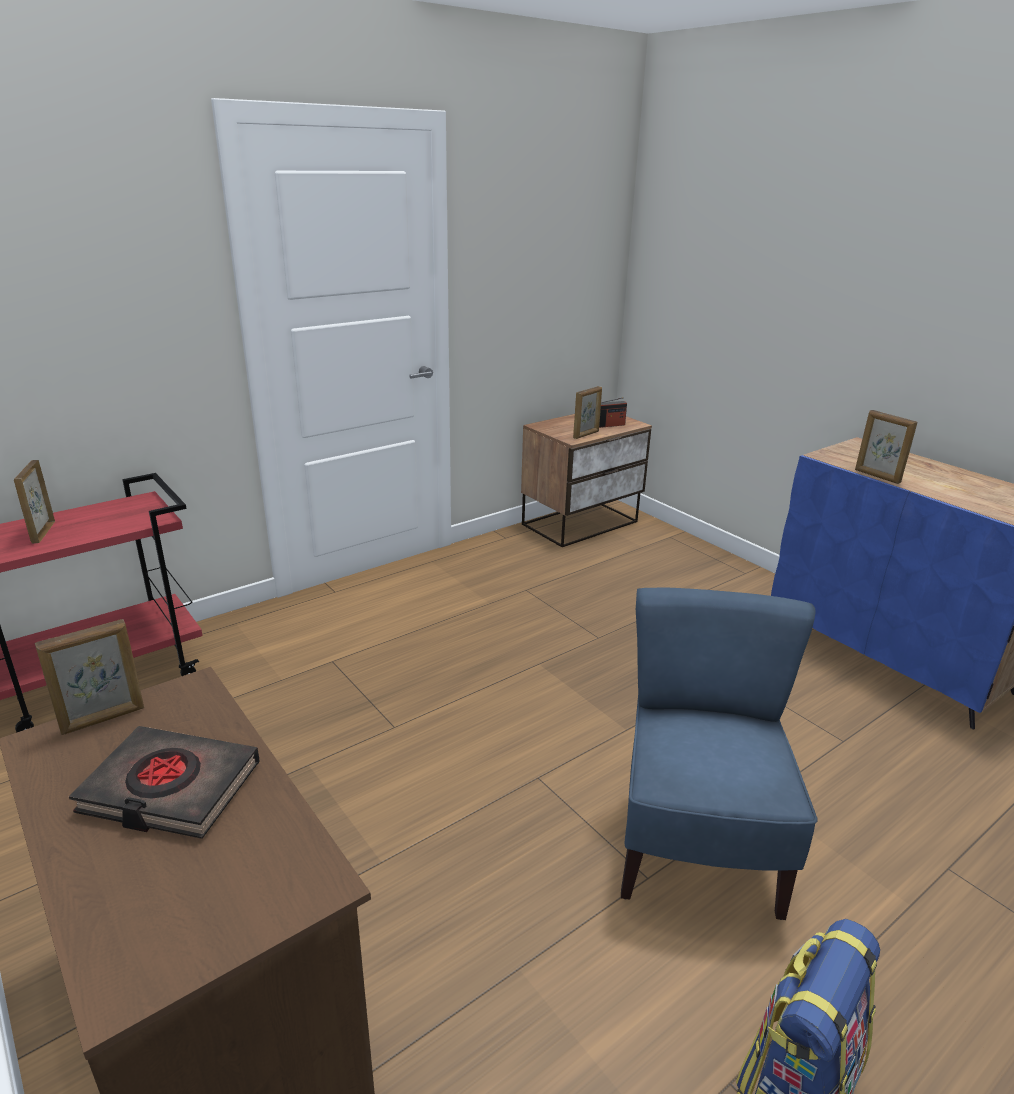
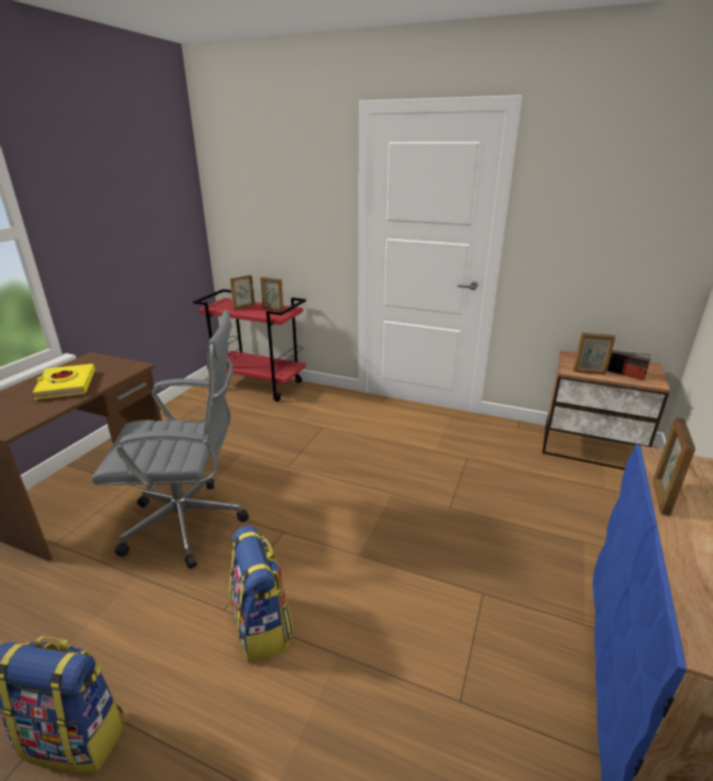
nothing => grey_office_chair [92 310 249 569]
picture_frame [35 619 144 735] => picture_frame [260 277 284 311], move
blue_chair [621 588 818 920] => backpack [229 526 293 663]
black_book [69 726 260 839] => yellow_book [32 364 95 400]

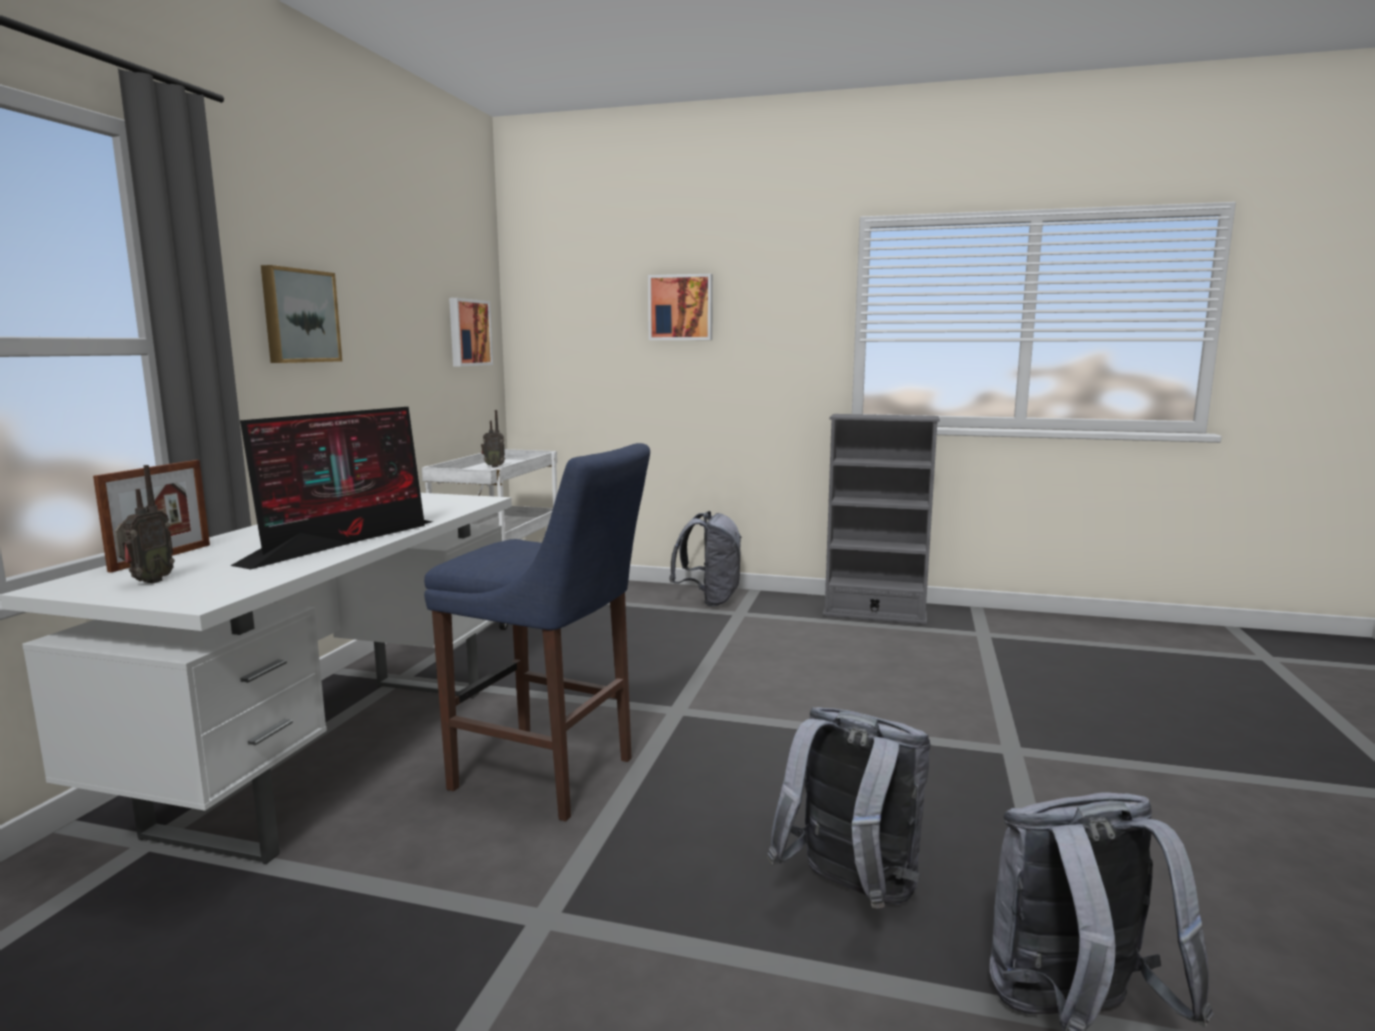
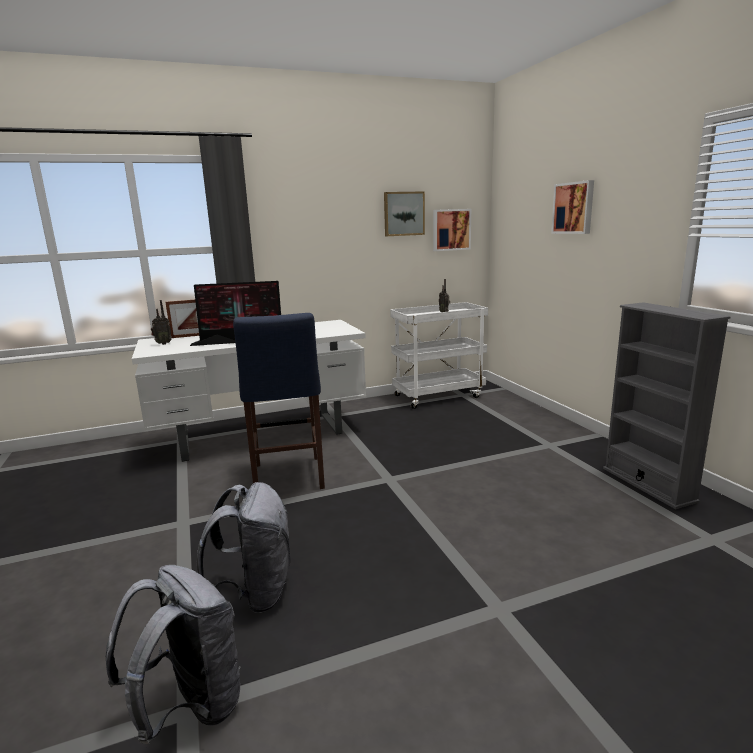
grey_backpack [669 511 742 606] => nothing
picture [261 265 342 363] => picture [384 191 425 236], move

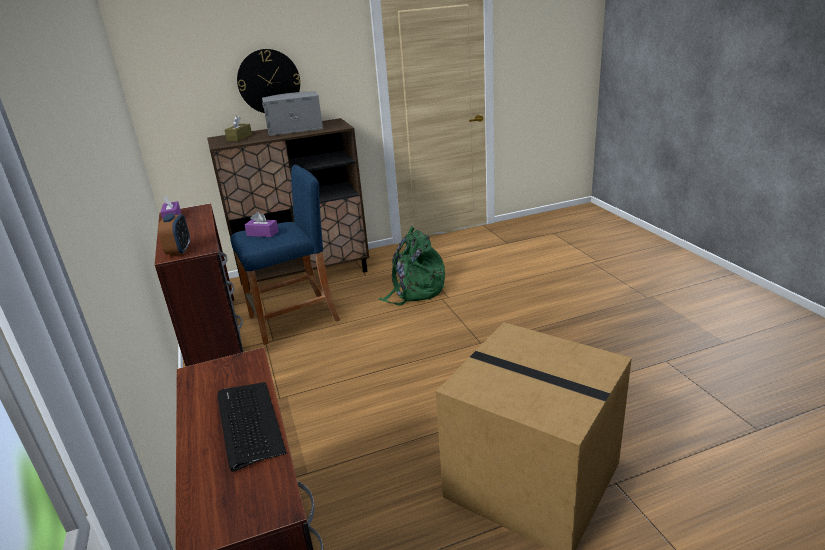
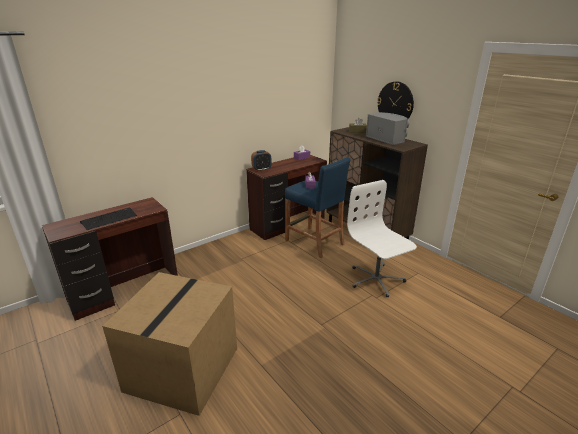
green_backpack [378 226 445 306] => white_office_chair [347 180 417 297]

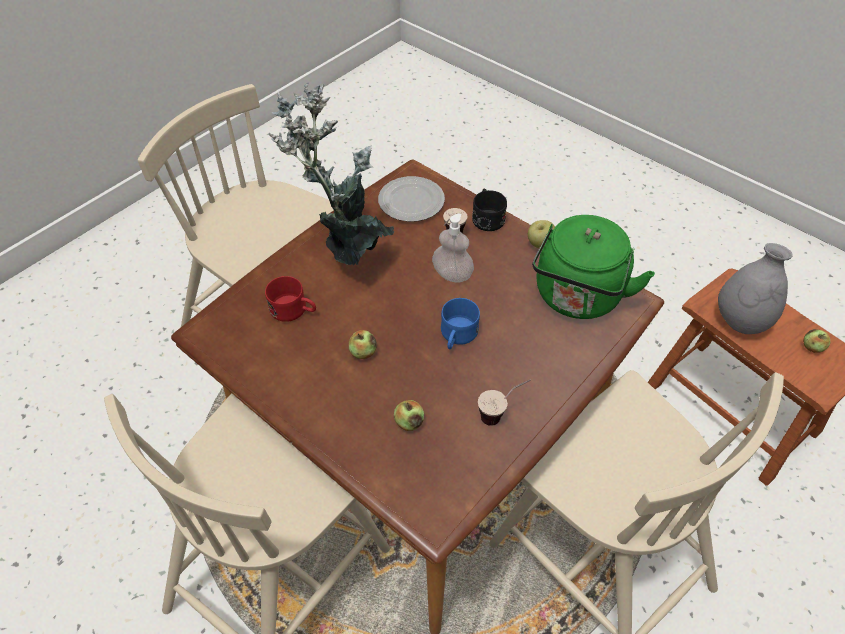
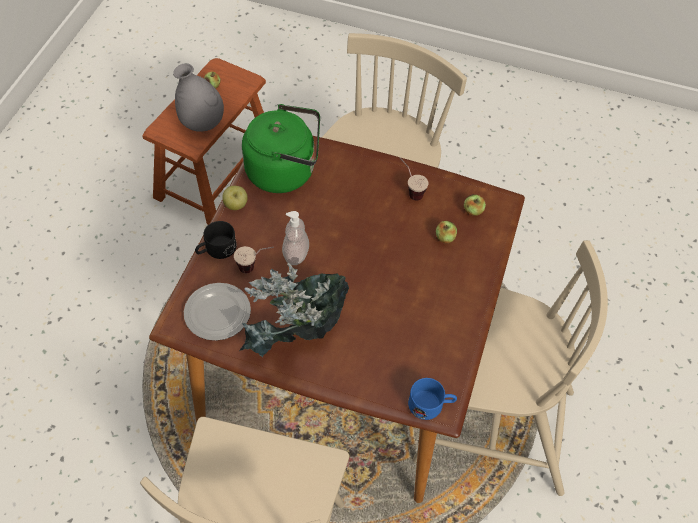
red_mug [265 276 316 322] => nothing
apple [349 330 377 359] => apple [464 194 486 216], move
blue_mug [441 298 480 349] => blue_mug [408 378 457 420], move

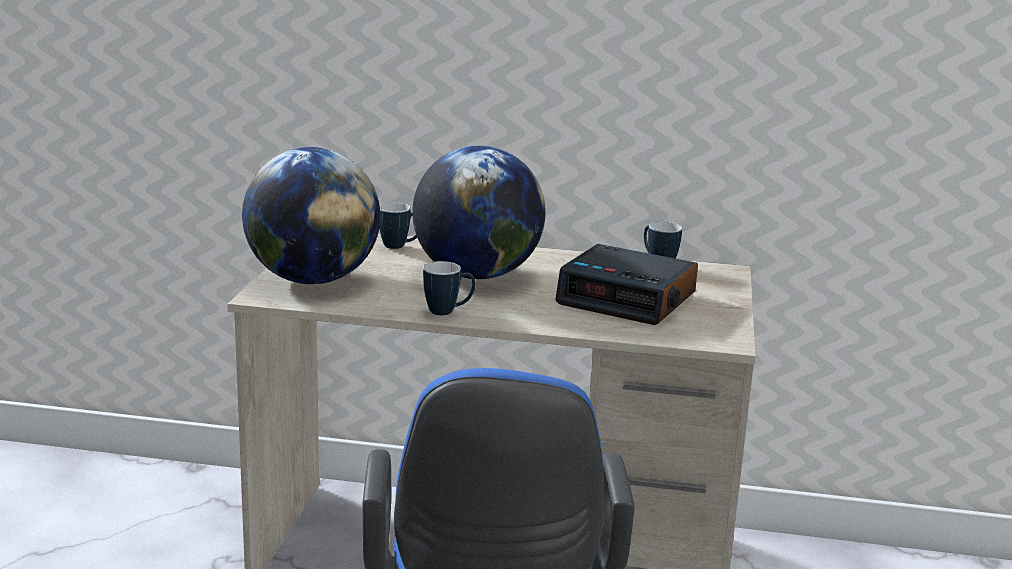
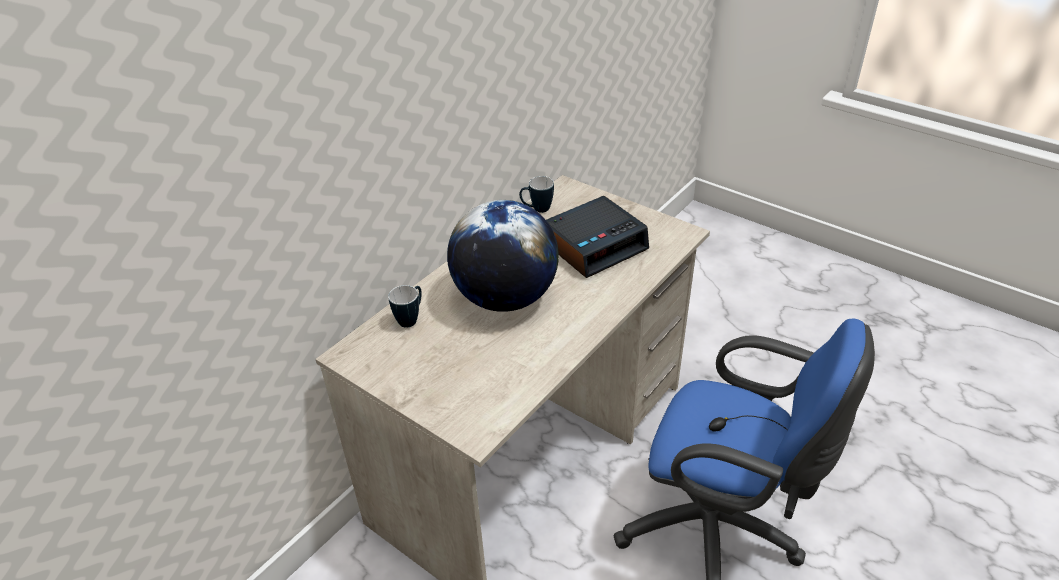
globe [242 147 380 284] => nothing
mug [423 261 476 315] => nothing

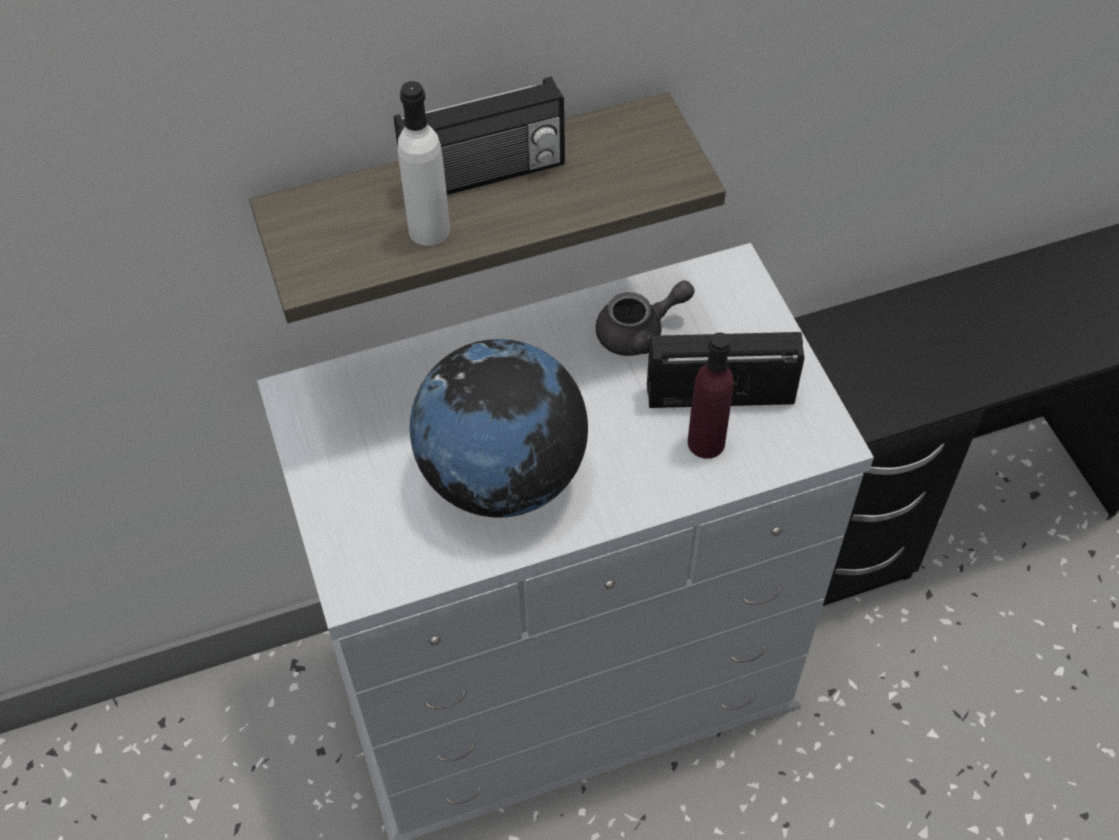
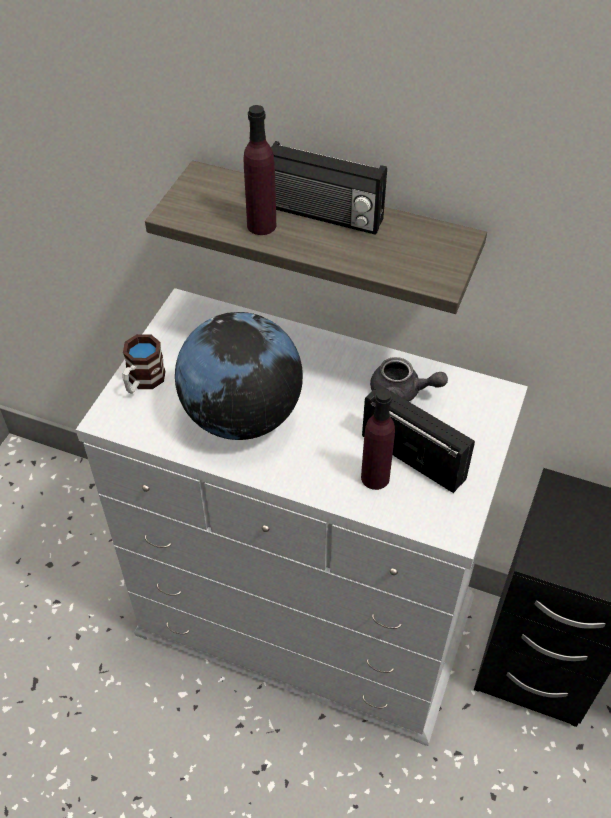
nothing => mug [123 334 166 394]
white_bottle [398 81 450 246] => purple_bottle [243 105 276 235]

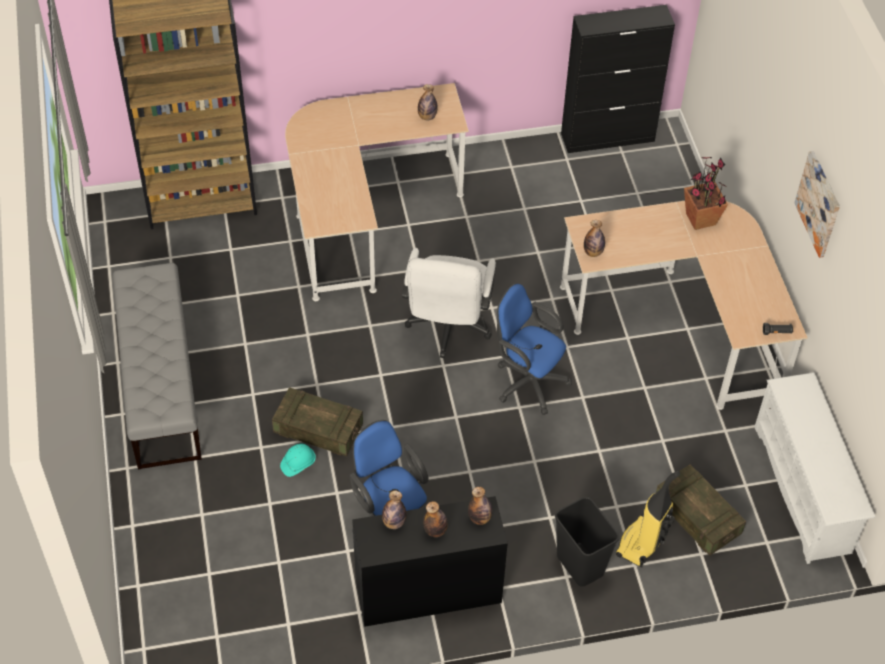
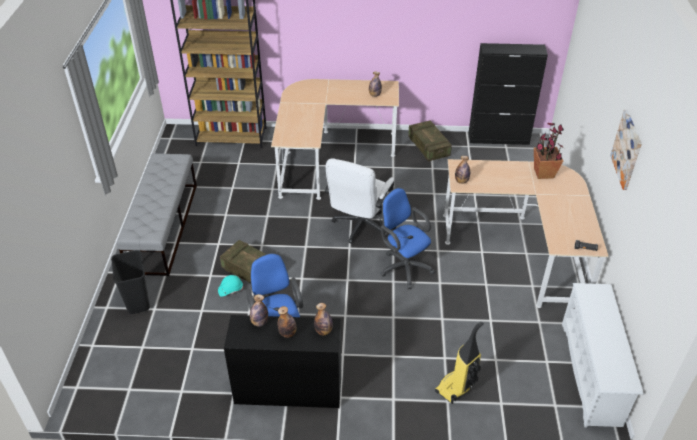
black_trash_can [555 497 619 586] => black_trash_can [111 250 150 314], move
crate [656 464 746 556] => crate [408 120 452 161], move

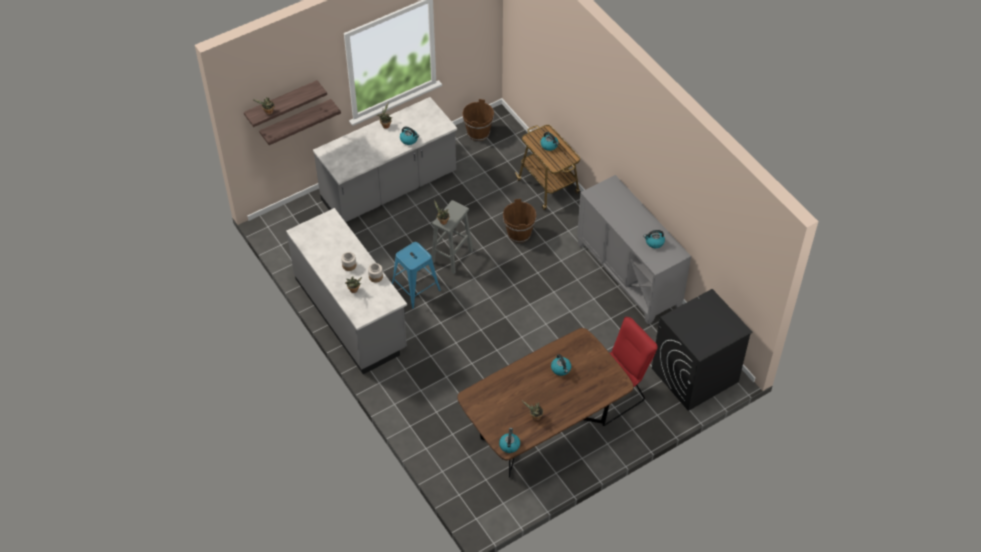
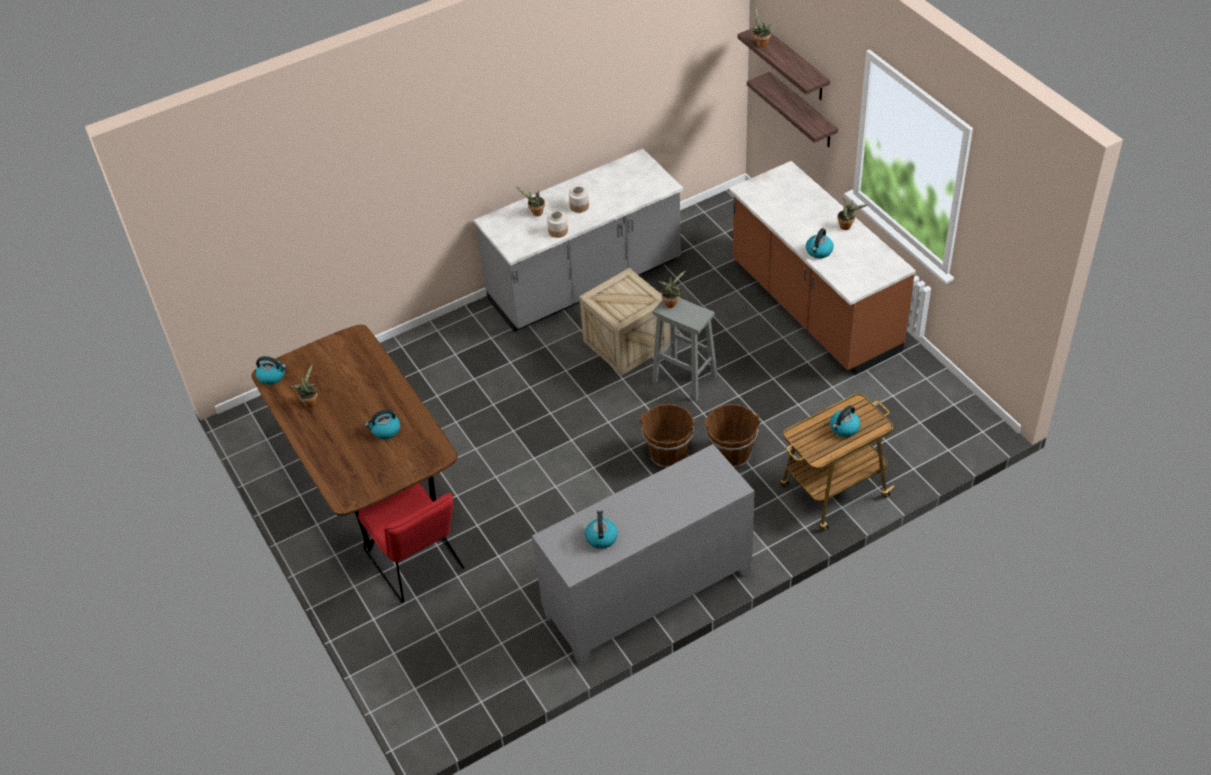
black_washing_machine [652 289 753 411] => nothing
brown_bucket [462 99 494 141] => brown_bucket [640 404 695 468], move
blue_stool [392 242 441 309] => crate [579 268 671 375]
grey_counter [313 97 457 222] => brown_counter [729 161 916 375]

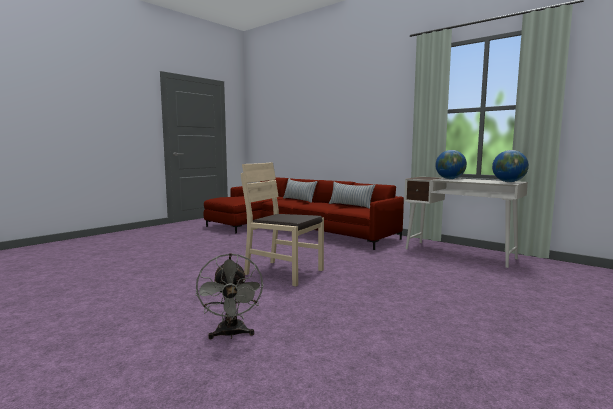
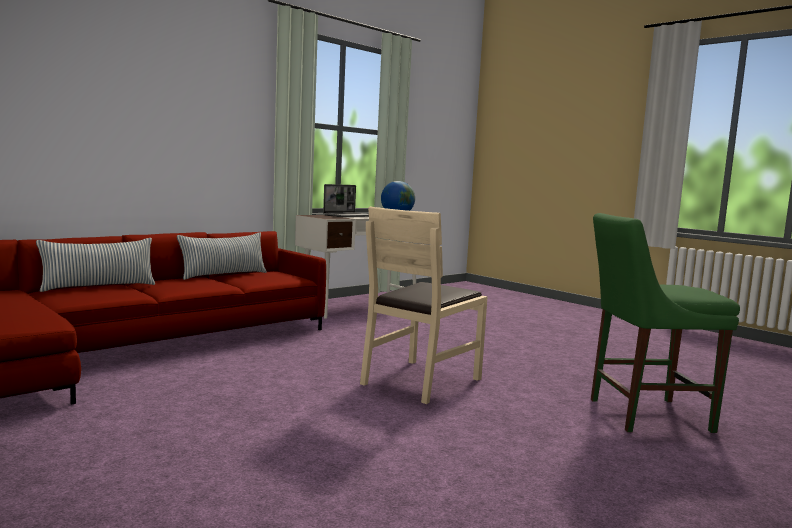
grey_fan [195 253 264 339] => green_chair [591 213 740 433]
globe [435 150 467 179] => laptop [323 184 369 217]

